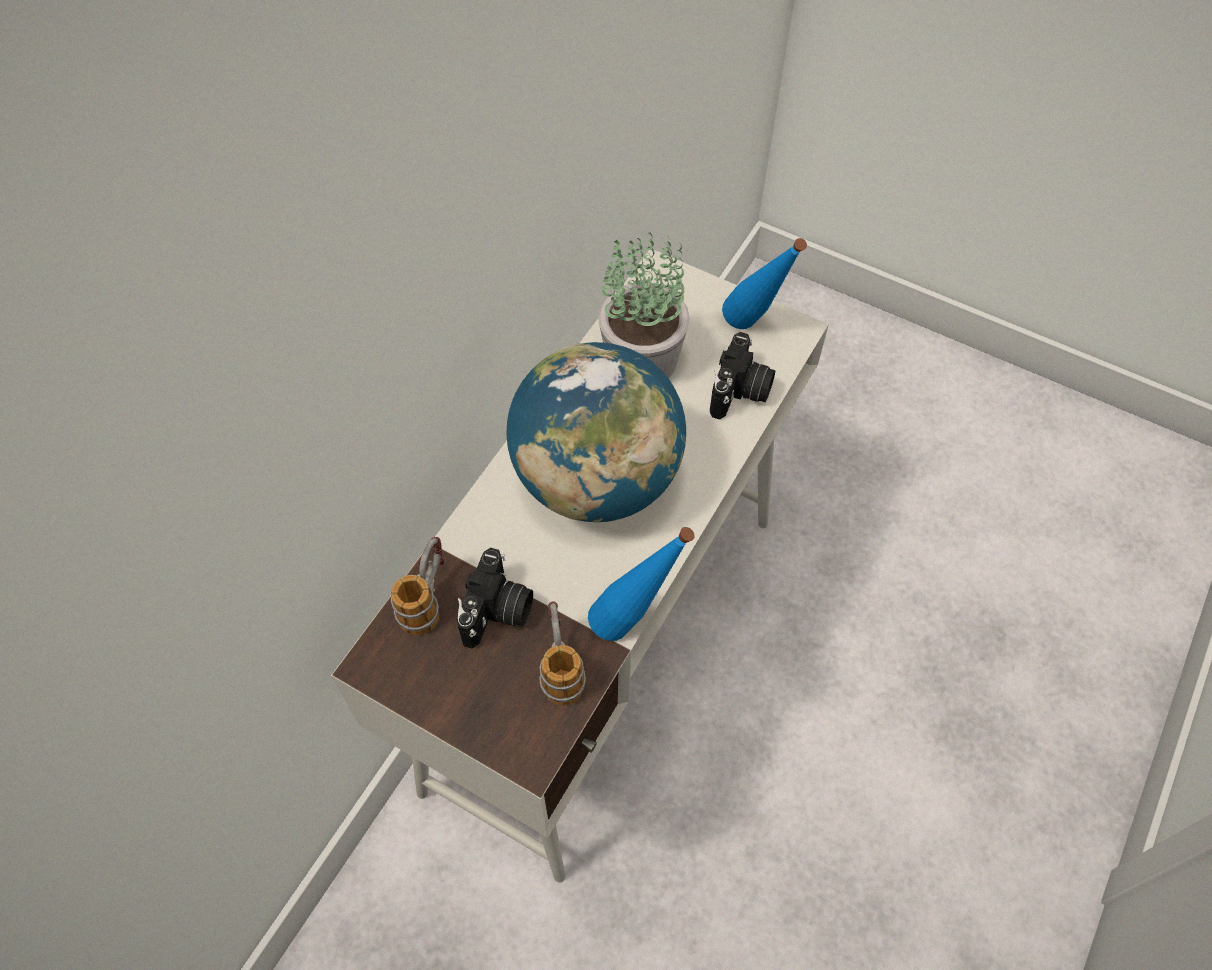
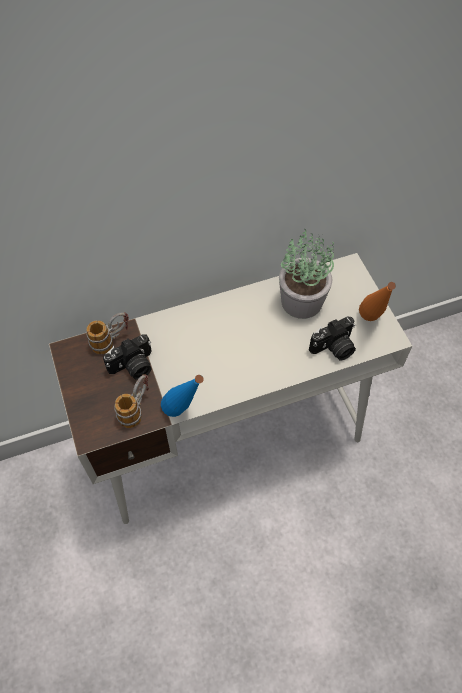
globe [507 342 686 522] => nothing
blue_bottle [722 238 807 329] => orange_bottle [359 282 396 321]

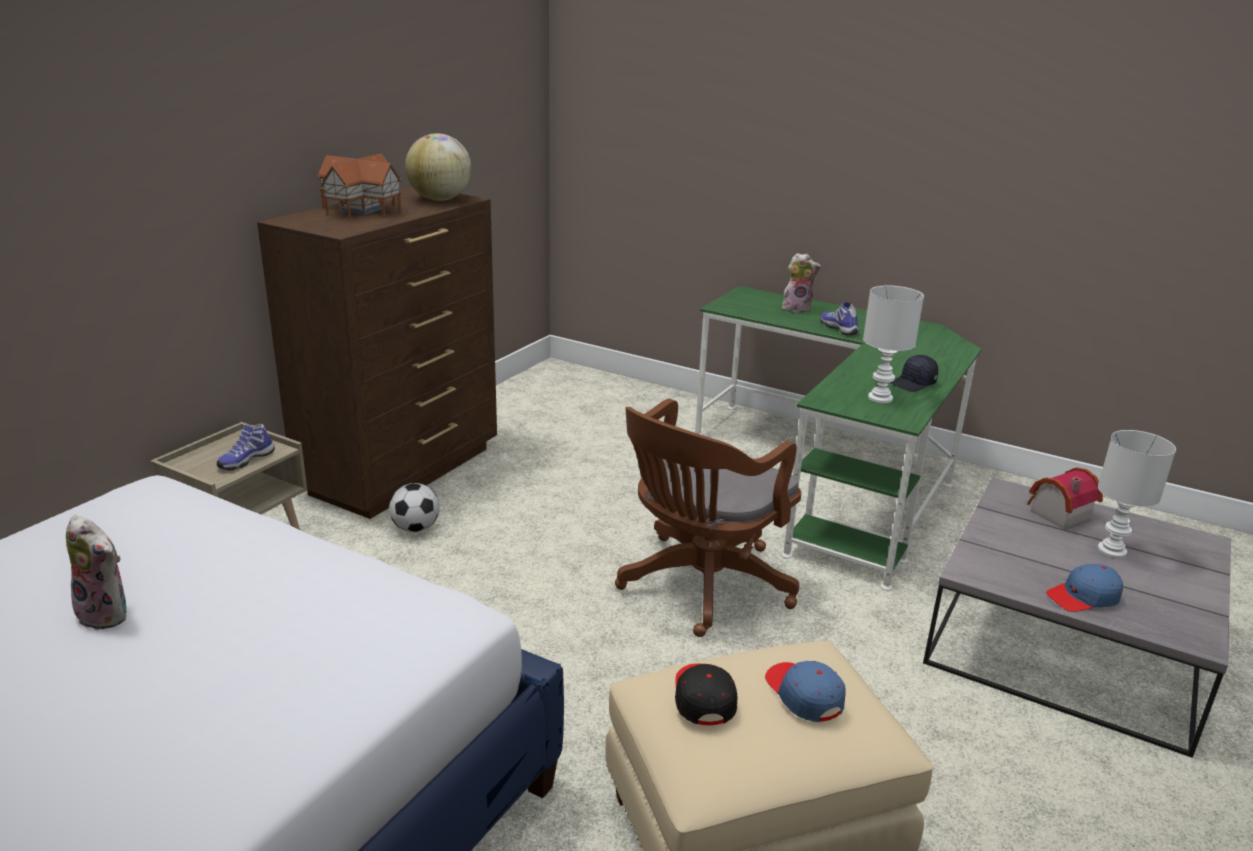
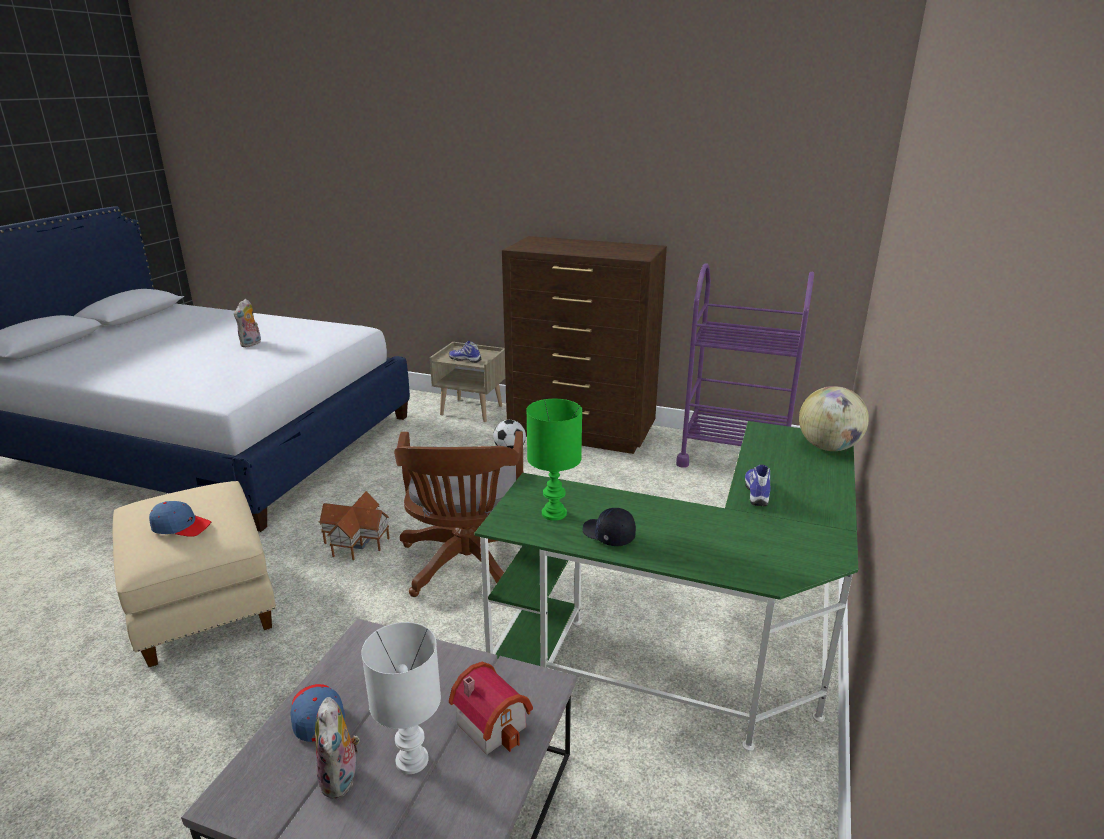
black_cap [675 664 737 725] => nothing
nothing => purple_cart [676 263 814 468]
toy_house [317 153 402 220] => toy_house [319 491 390 560], move
globe [405 133 472 201] => globe [799 386 869 451], move
plush_toy [782 253 821 313] => plush_toy [315 697 360 799], move
white_table_lamp [863 286 924 403] => green_table_lamp [526 399 582 521]
brown_office_chair [615 399 802 637] => brown_office_chair [394 431 523 597], 120 degrees counterclockwise
blue_cap [765 661 846 722] => blue_cap [149 501 211 537], 45 degrees clockwise
shoe [820 302 858 336] => shoe [745 465 770 506], 45 degrees counterclockwise

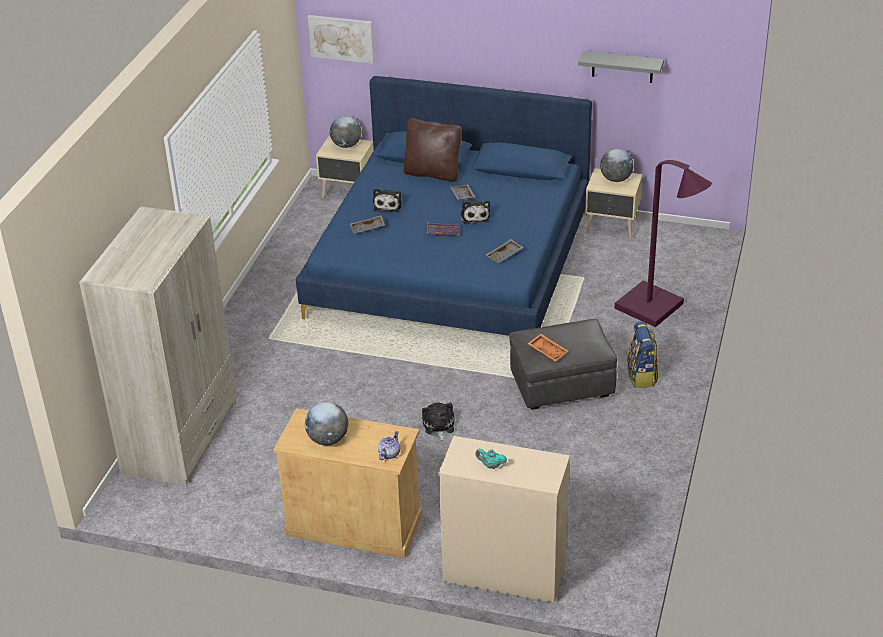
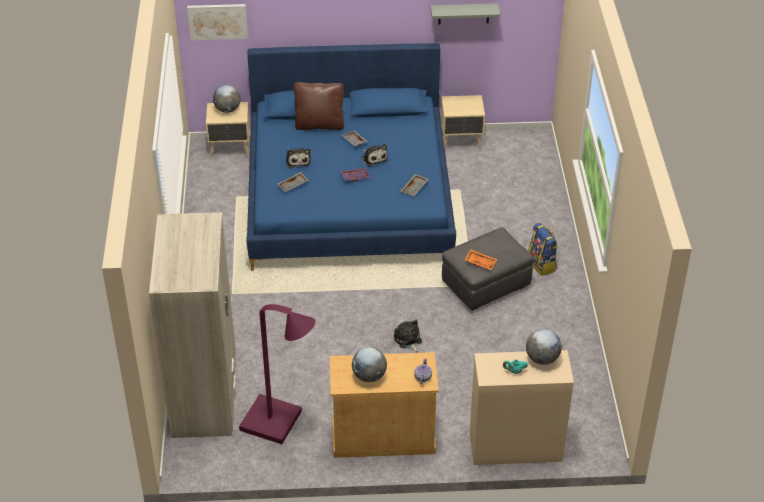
globe [600 149 634 182] => globe [526 329 562 365], move
purple_floor_lamp [614 160 712 327] => purple_floor_lamp [239 304 315 444], move

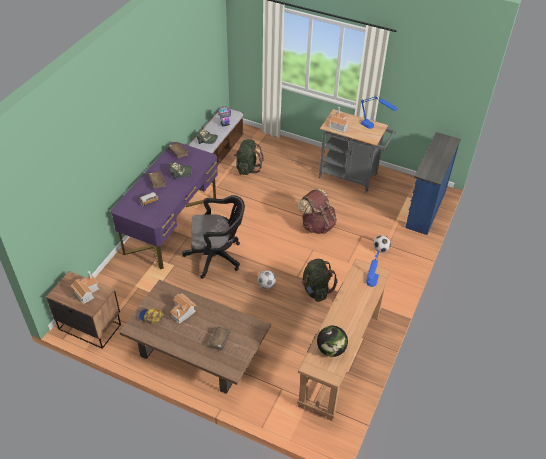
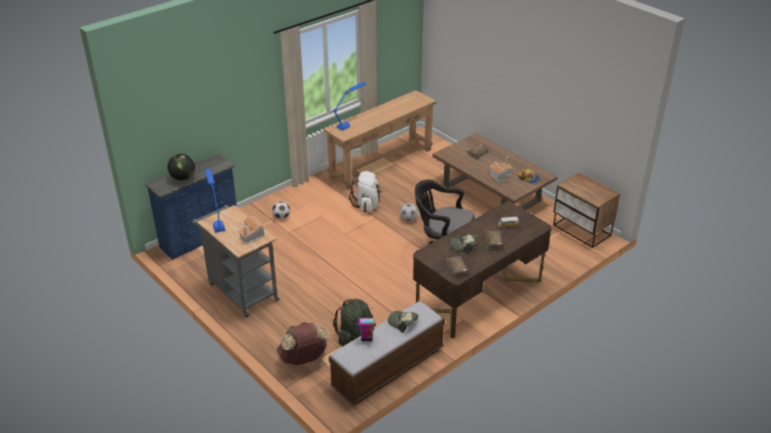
toy_house [71 271 99 304] => nothing
brown_backpack [298 188 337 234] => brown_backpack [277 322 328 365], move
globe [317 326 348 357] => globe [168 154 195 180], move
purple_desk [111 142 218 269] => brown_desk [413 202 552 338]
green_backpack [302 259 338 302] => white_backpack [349 171 383 212]

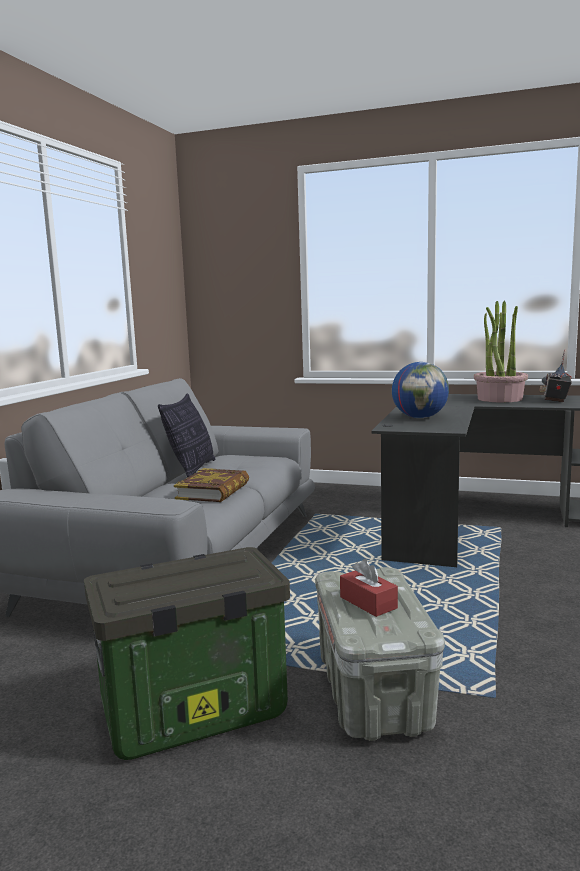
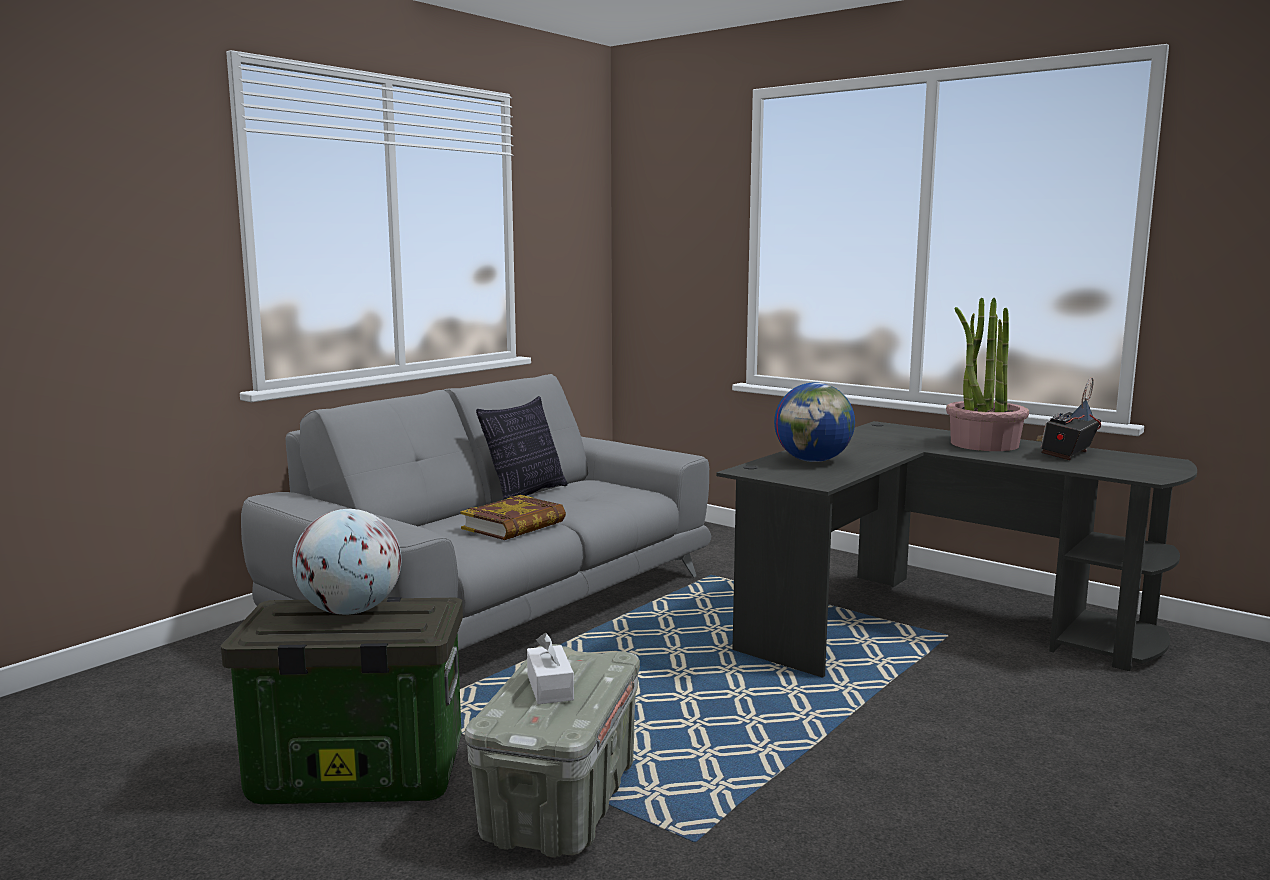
nothing => globe [292 509 401 615]
red_tissue_box [340 559 398 617] => white_tissue_box [527 633 574 704]

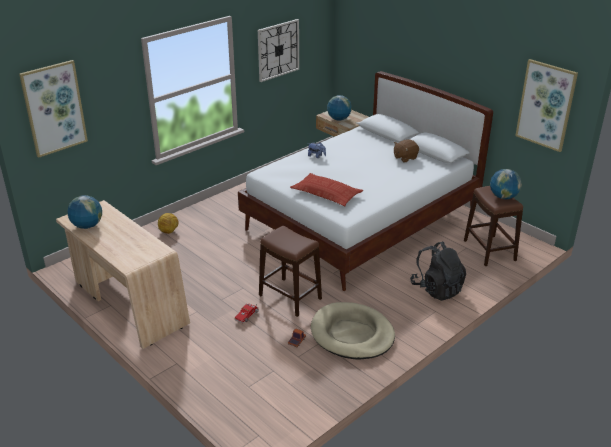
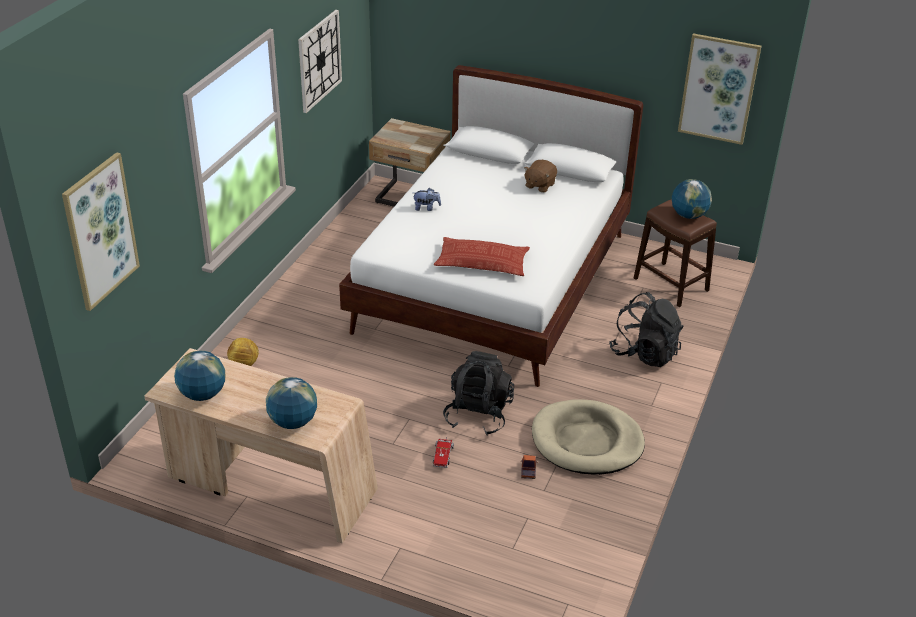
globe [327 95 352 121] => globe [266 377 317 429], move
brown_stool [259 226 322 317] => black_backpack [443 351 514 436]

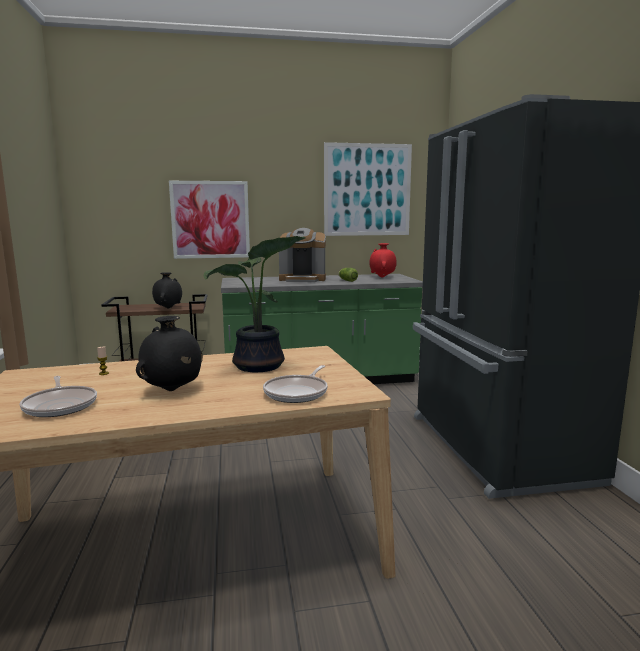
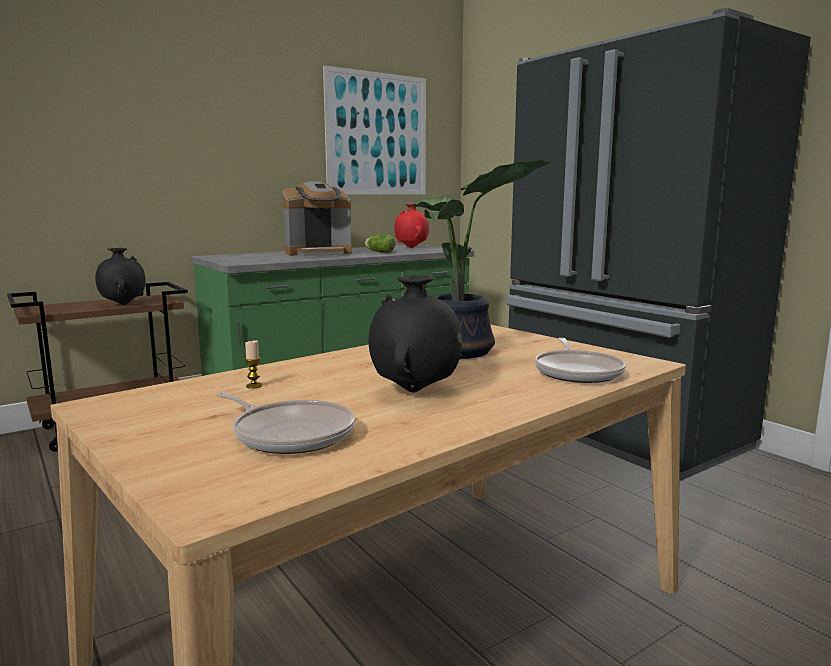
picture [169 181 250 259] => nothing

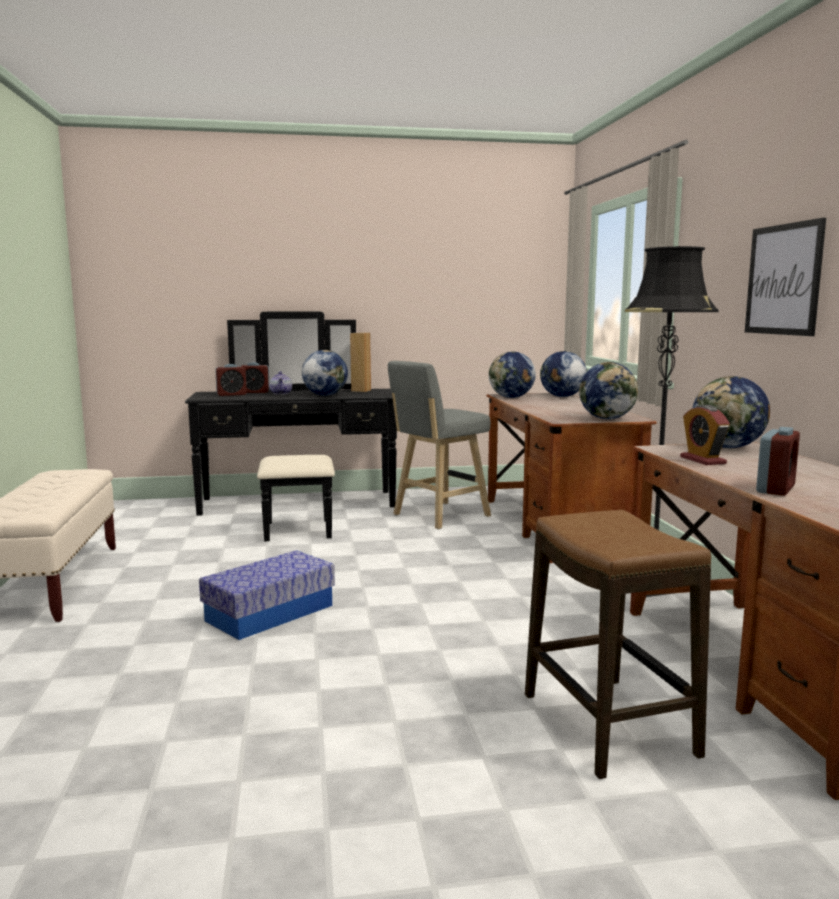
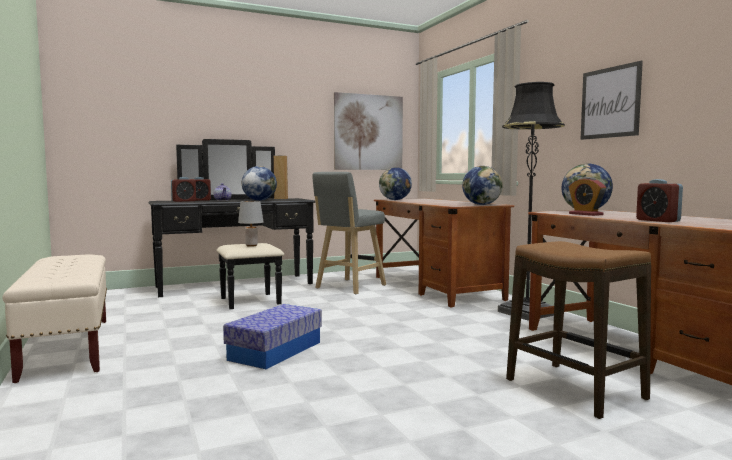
globe [540 351 587 397] => nothing
nothing => grey_table_lamp [238 201 263 247]
nothing => picture [334 92 403 170]
alarm_clock [756 427 800 496] => alarm_clock [636 179 683 222], 135 degrees clockwise

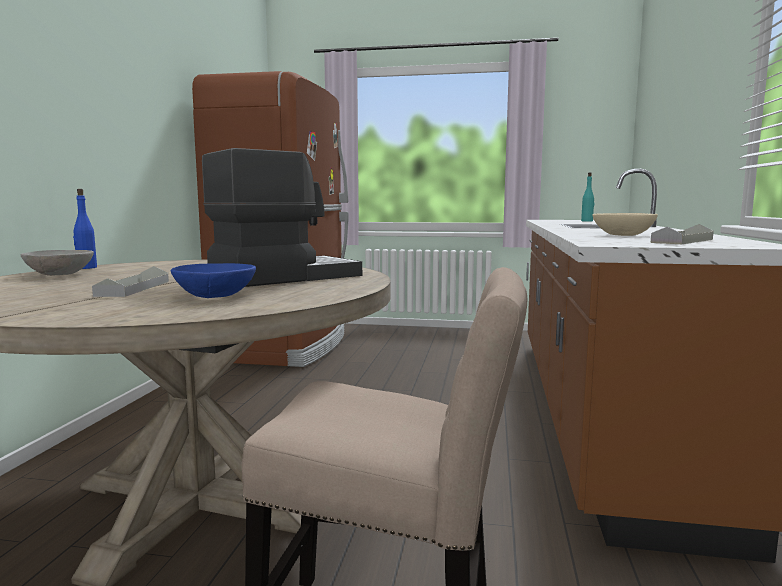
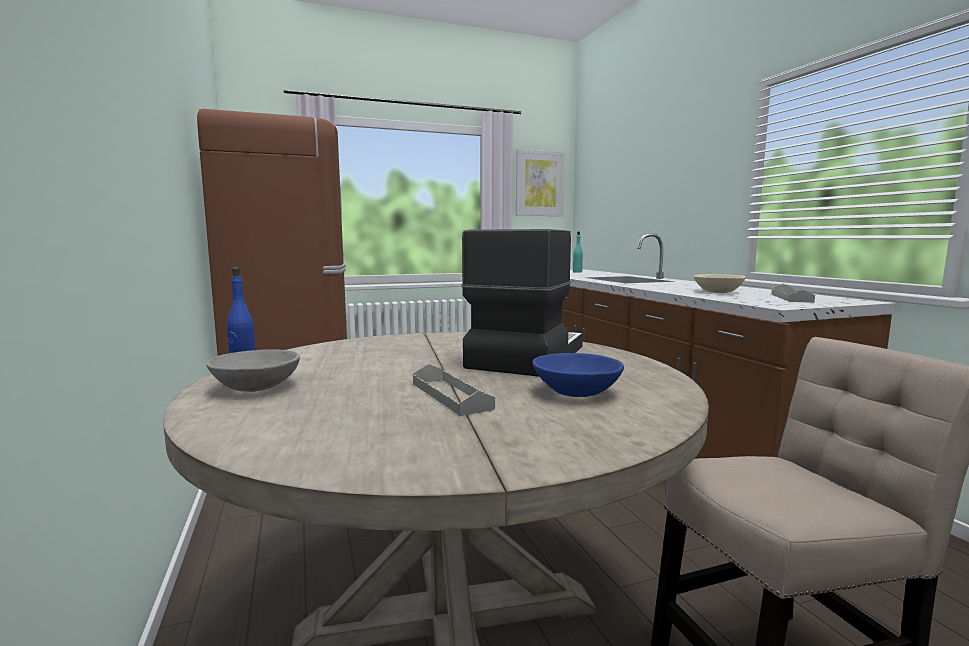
nothing => picture [516 149 565 216]

